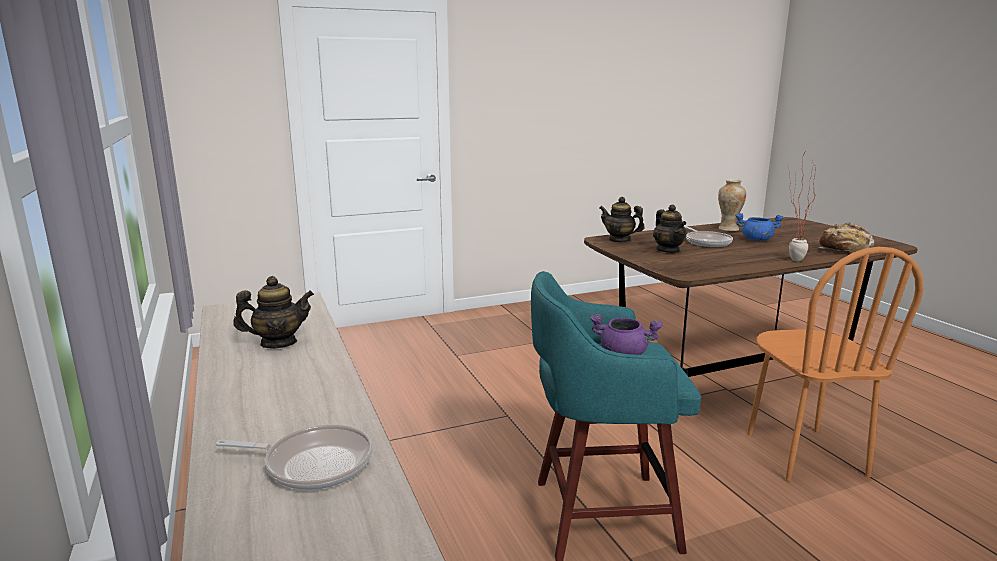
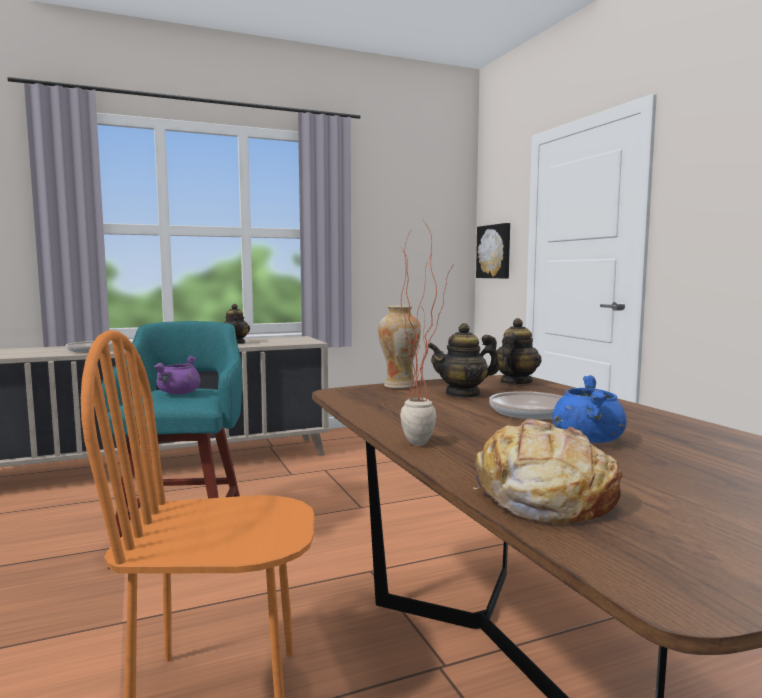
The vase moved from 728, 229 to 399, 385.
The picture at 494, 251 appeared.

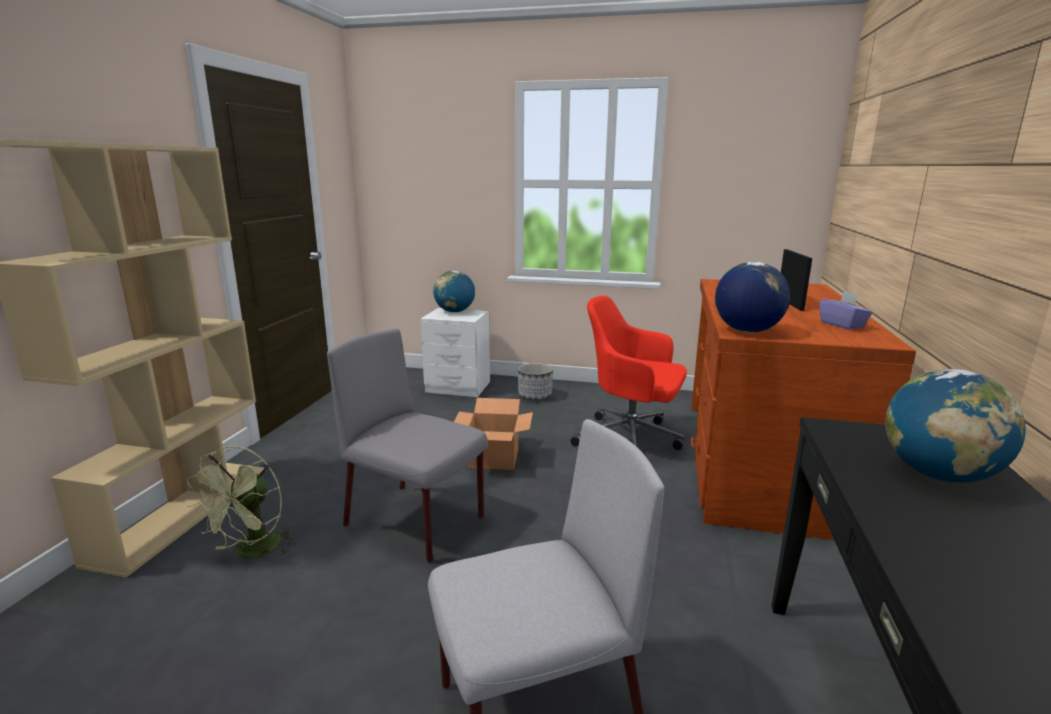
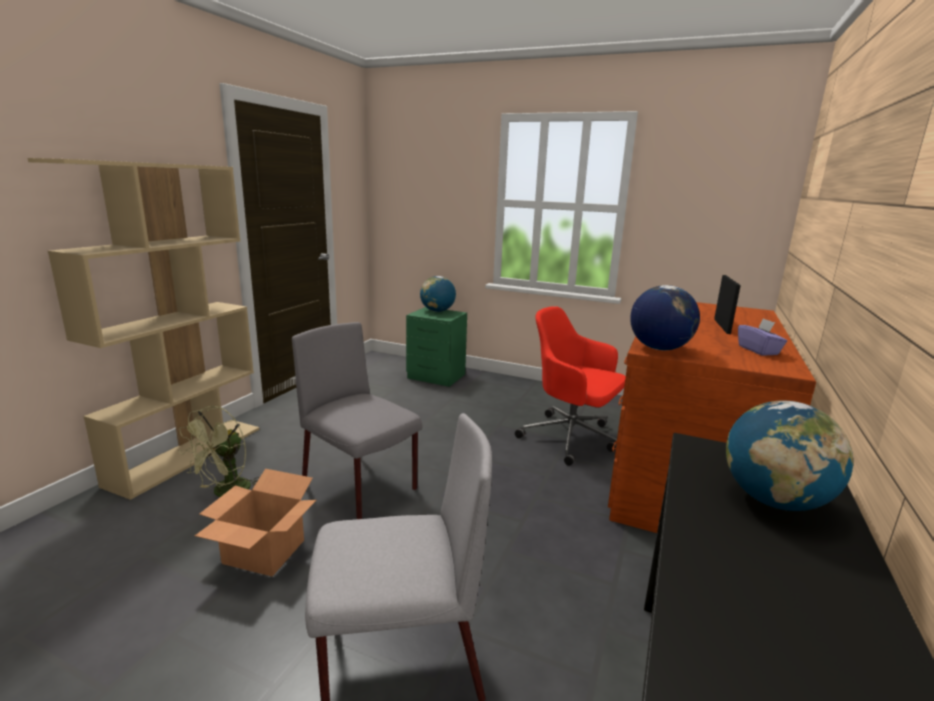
The nightstand/white at 459, 387 became the nightstand/green at 437, 377.
The planter at 535, 396 disappeared.
The cardboard box moved from 494, 458 to 265, 551.

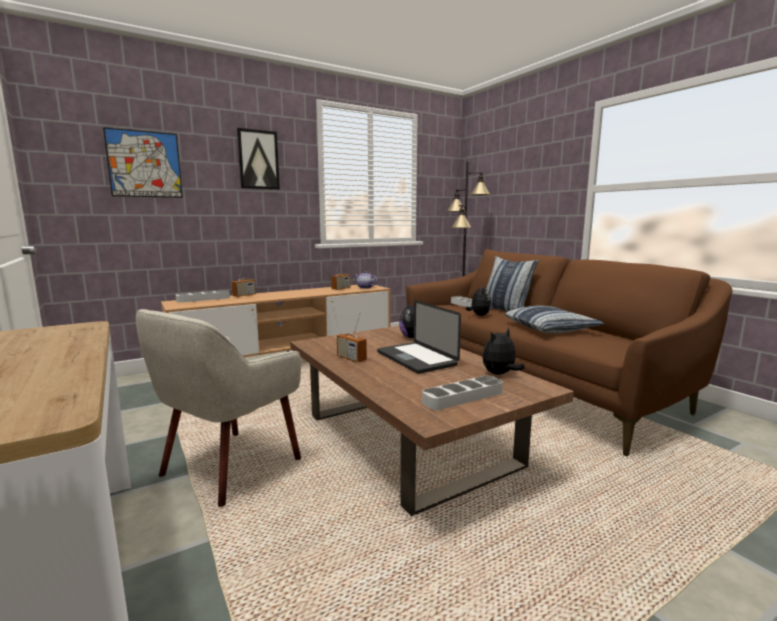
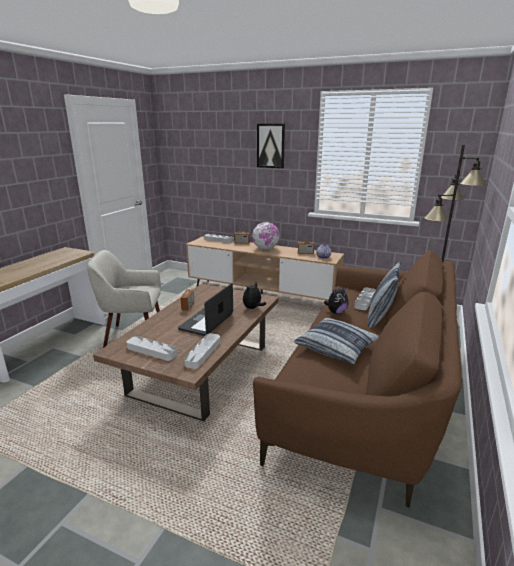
The picture at 144, 164 disappeared.
The plush toy at 500, 374 was replaced by the tray/grey at 203, 353.
The globe at 265, 249 appeared.

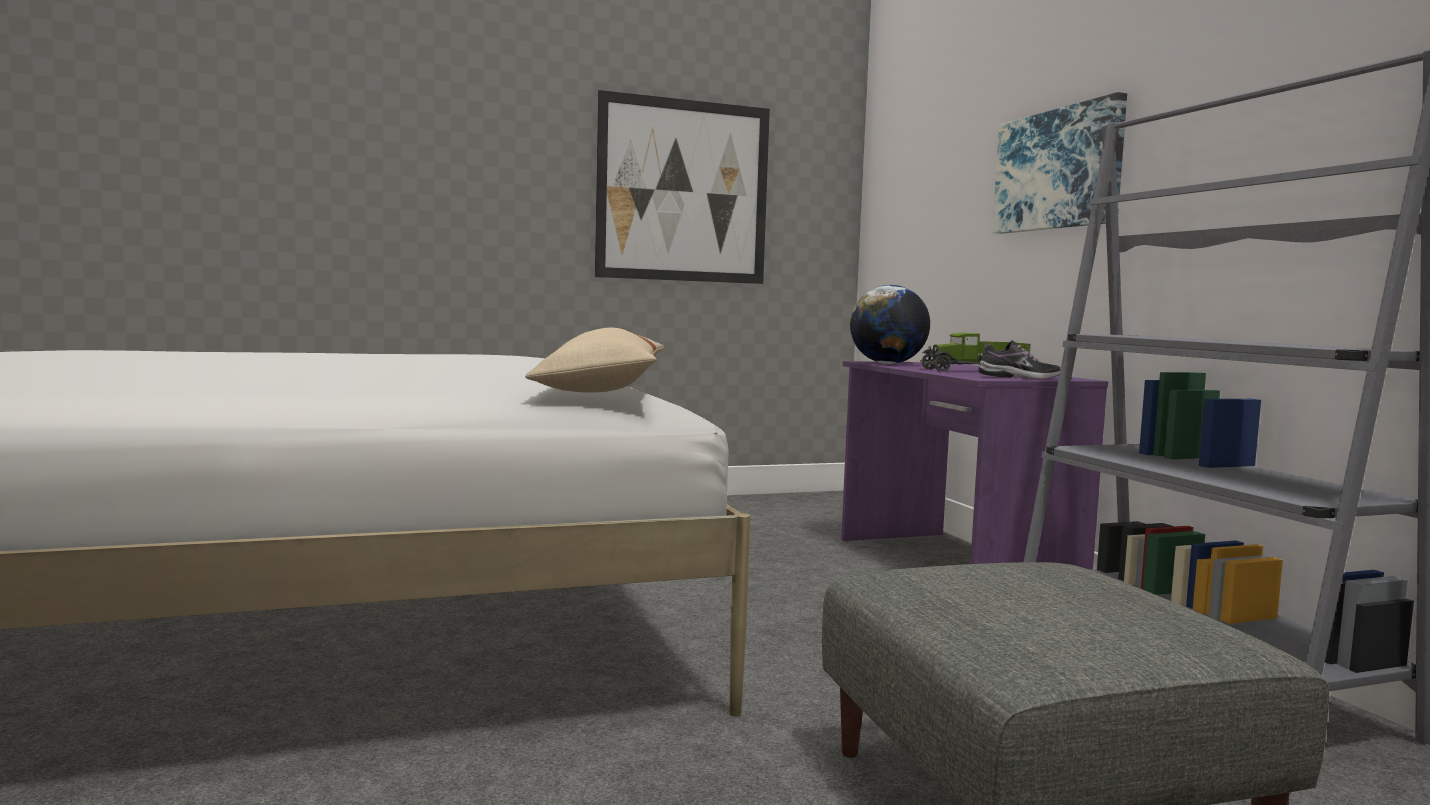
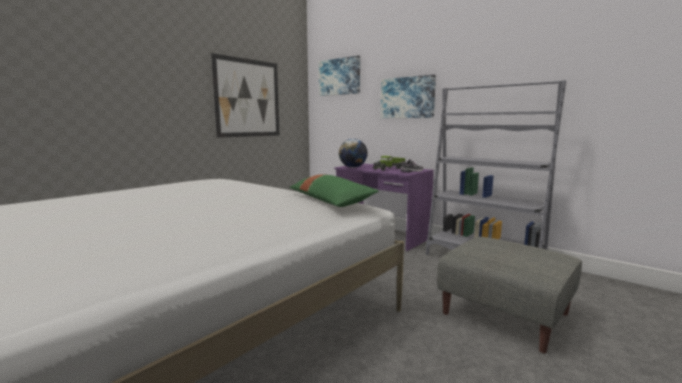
The pillow/beige at 603, 389 became the pillow/green at 330, 201.
The picture at 339, 77 appeared.

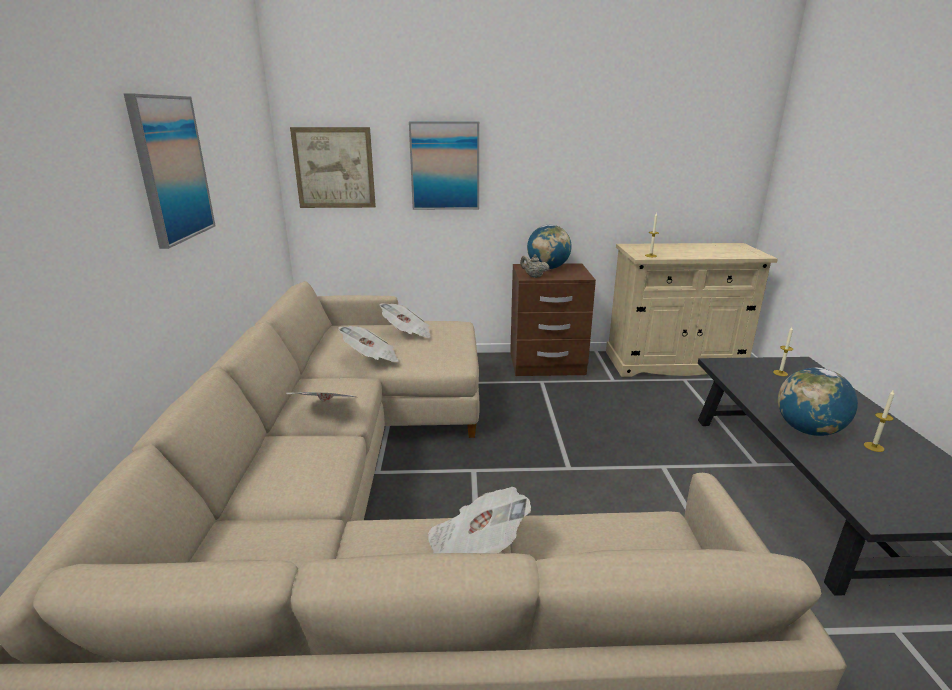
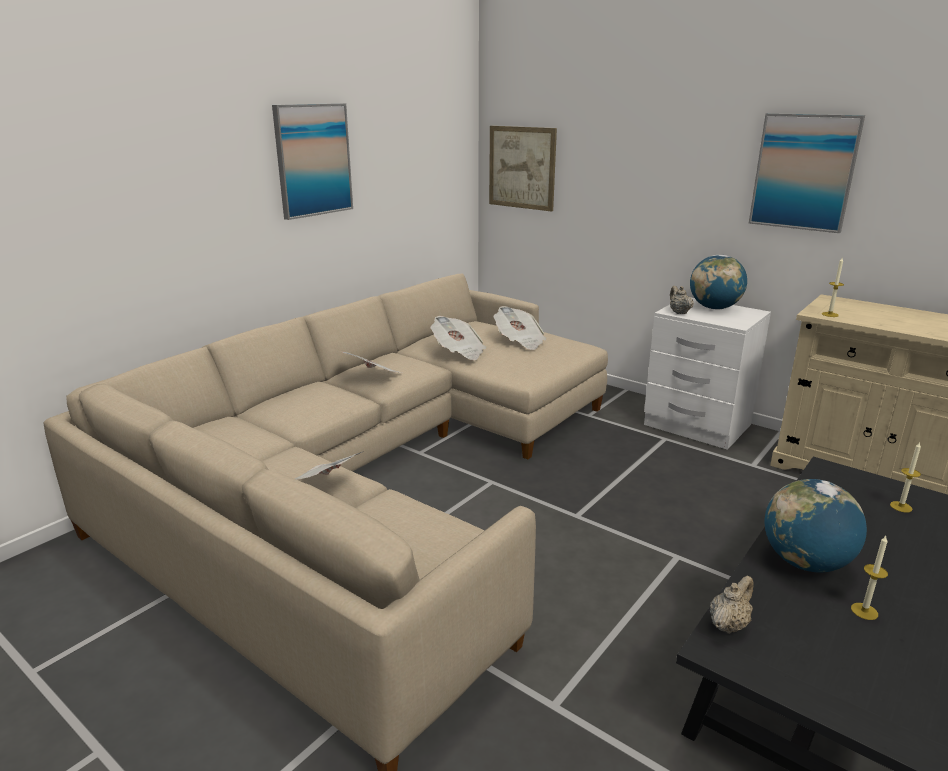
The picture moved from 445, 166 to 804, 172.
The nightstand/brown at 547, 364 became the nightstand/white at 696, 425.
The teapot/beige at 728, 624 appeared.

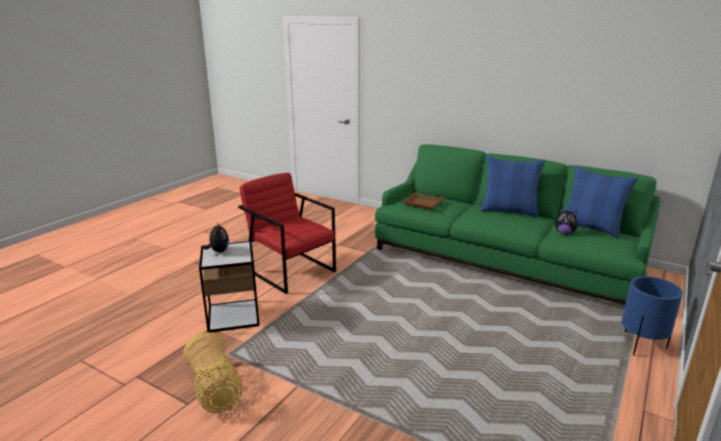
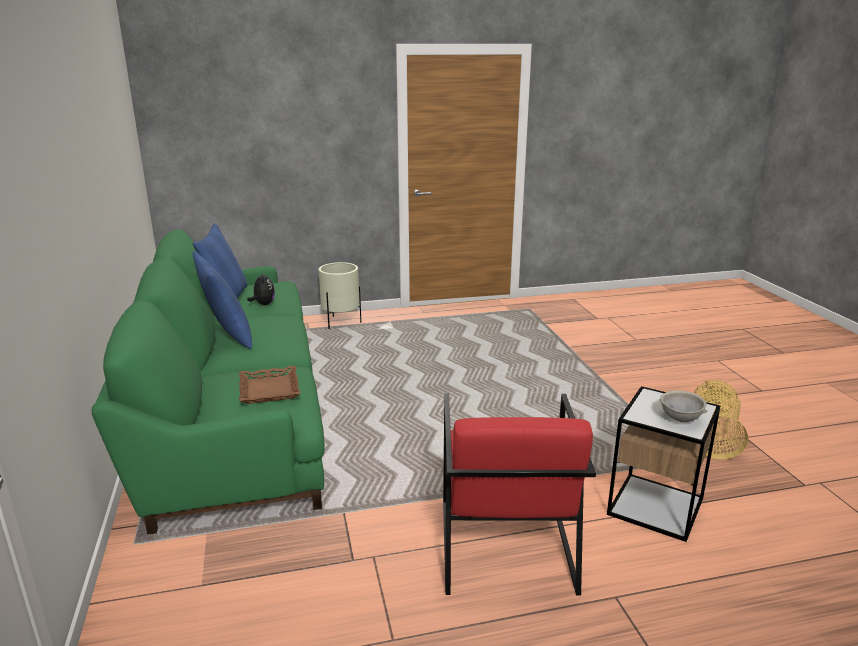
The plush toy at 218, 251 was replaced by the bowl/grey at 680, 419.
The planter/blue at 641, 345 became the planter/beige at 341, 322.

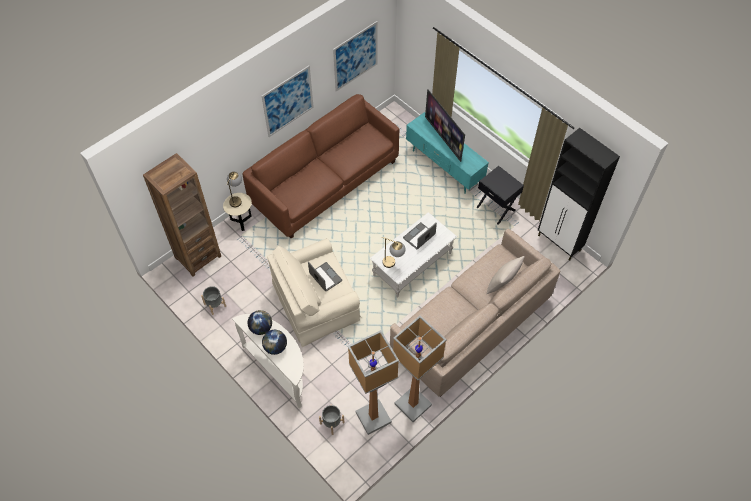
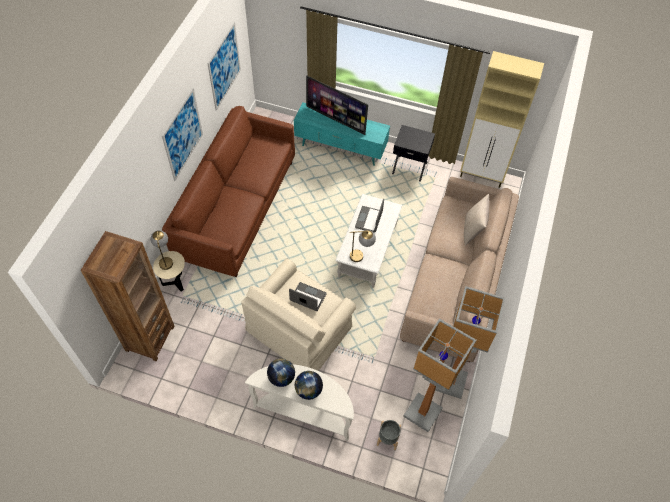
The cabinet/black at 559, 243 became the cabinet/beige at 482, 176.
The planter/grey at 215, 305 disappeared.

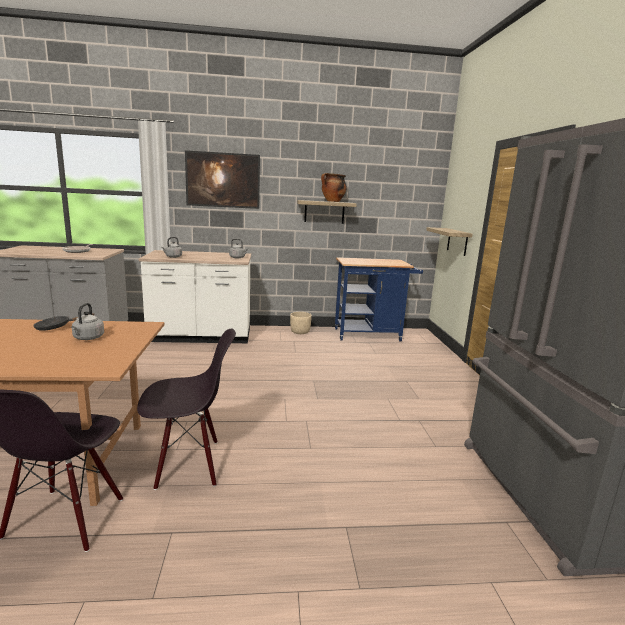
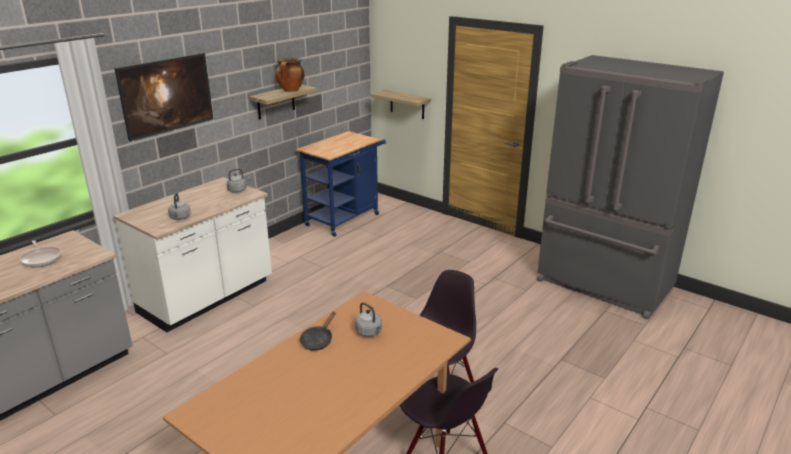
The planter/beige at 300, 332 disappeared.

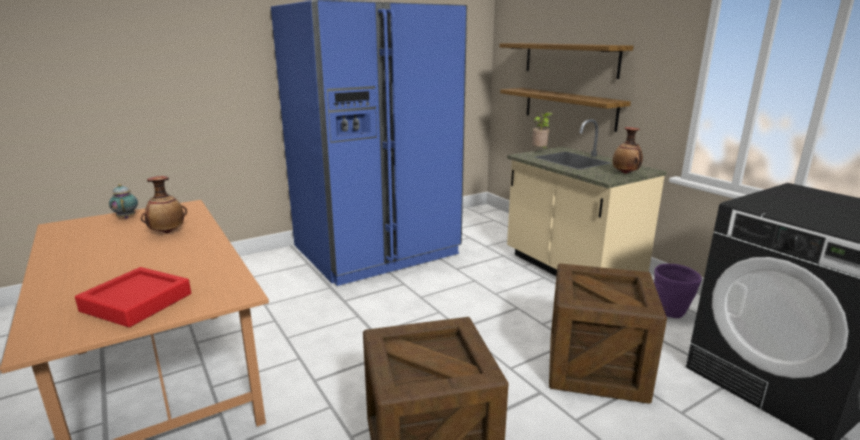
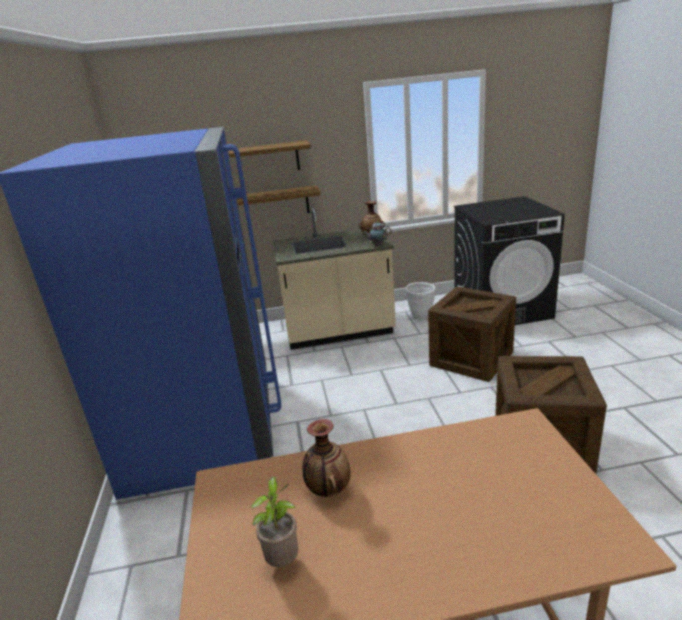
The potted plant moved from 540, 151 to 283, 560.
The teapot moved from 127, 217 to 377, 244.
The planter/purple at 670, 313 became the planter/white at 421, 316.
The tray/red at 137, 302 disappeared.

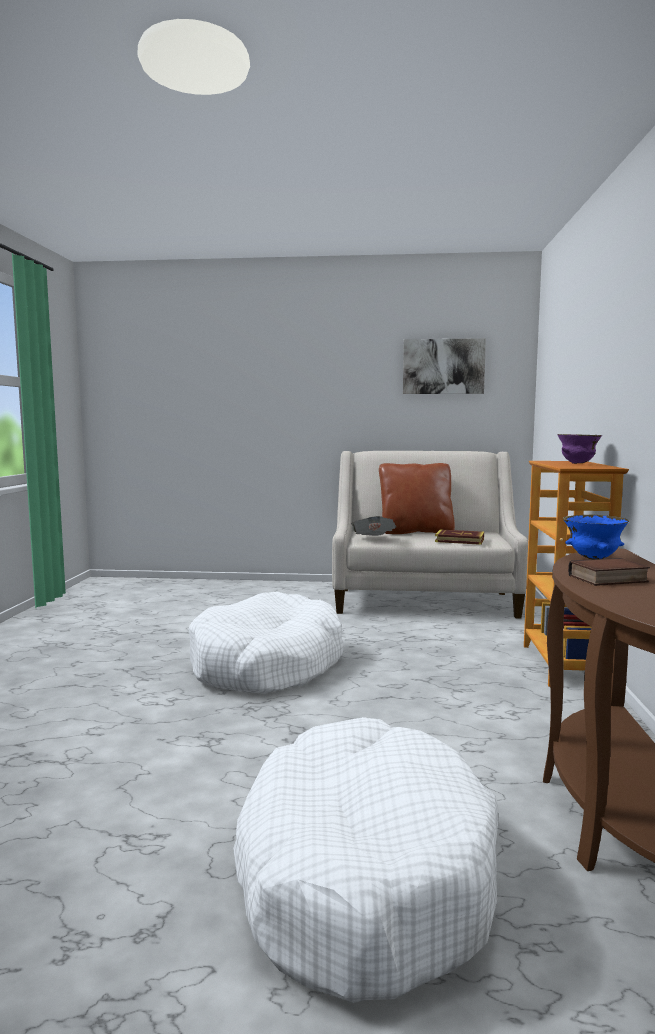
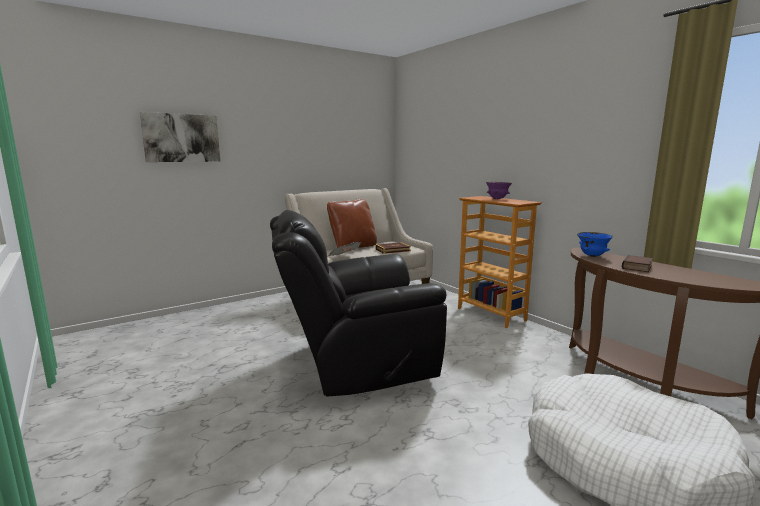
The picture moved from 443, 366 to 181, 138.
The dog bed/white at 266, 664 was replaced by the armchair/black at 354, 366.

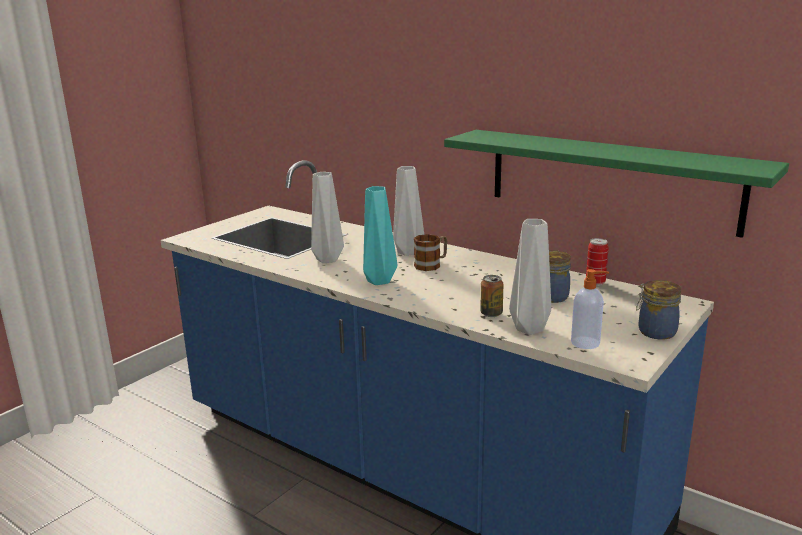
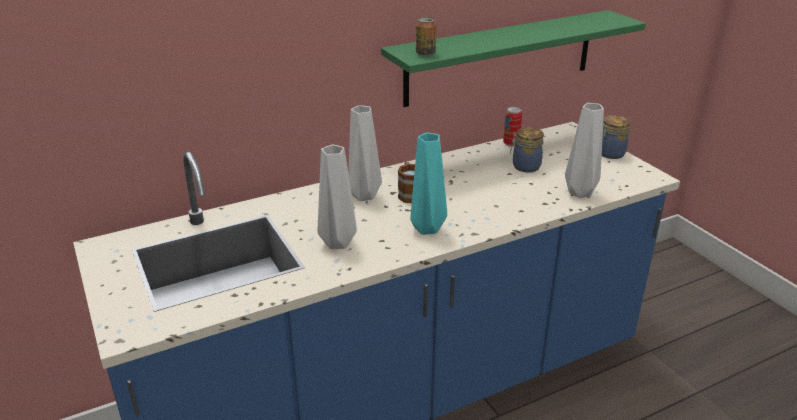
The soap dispenser at 586, 343 disappeared.
The can moved from 491, 313 to 425, 54.

